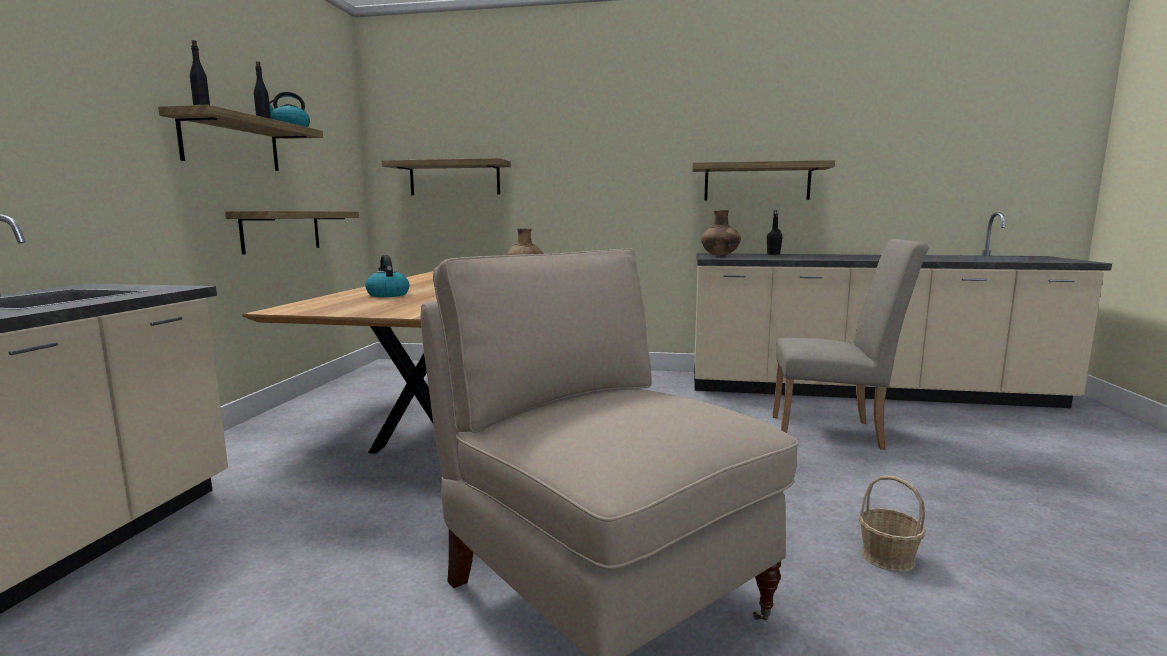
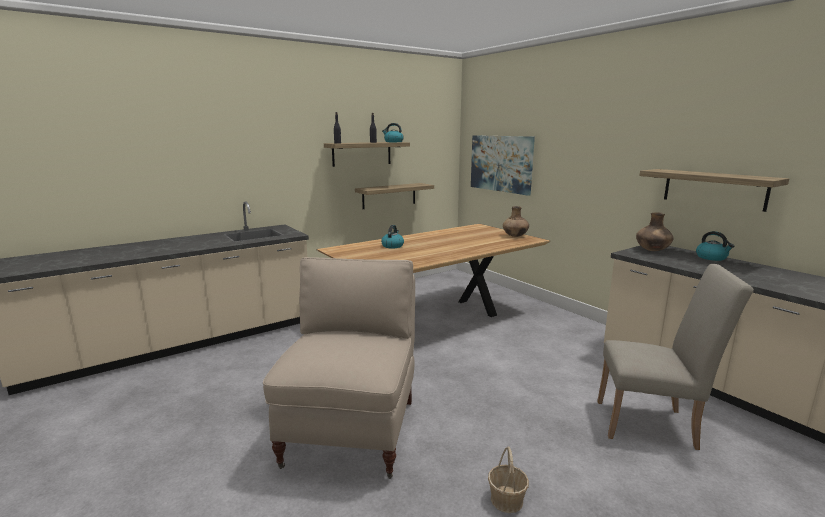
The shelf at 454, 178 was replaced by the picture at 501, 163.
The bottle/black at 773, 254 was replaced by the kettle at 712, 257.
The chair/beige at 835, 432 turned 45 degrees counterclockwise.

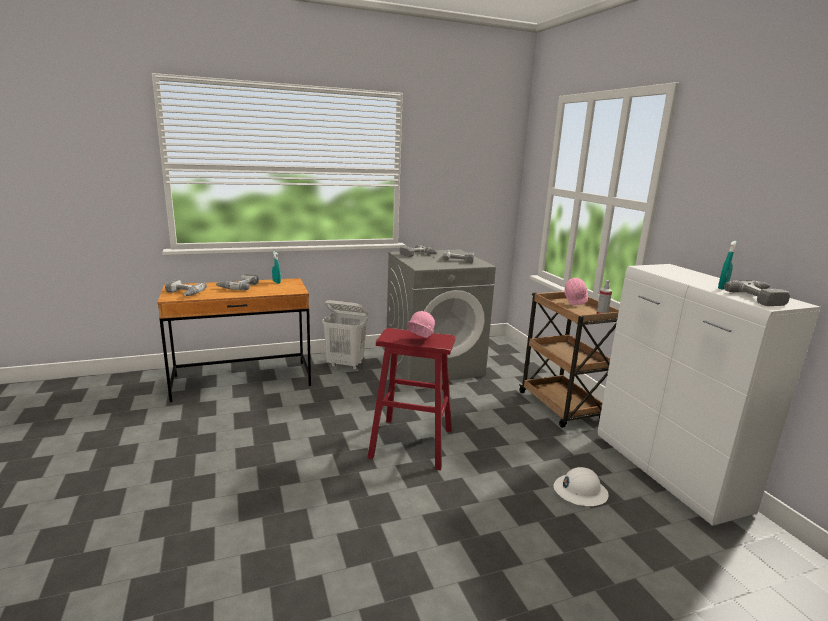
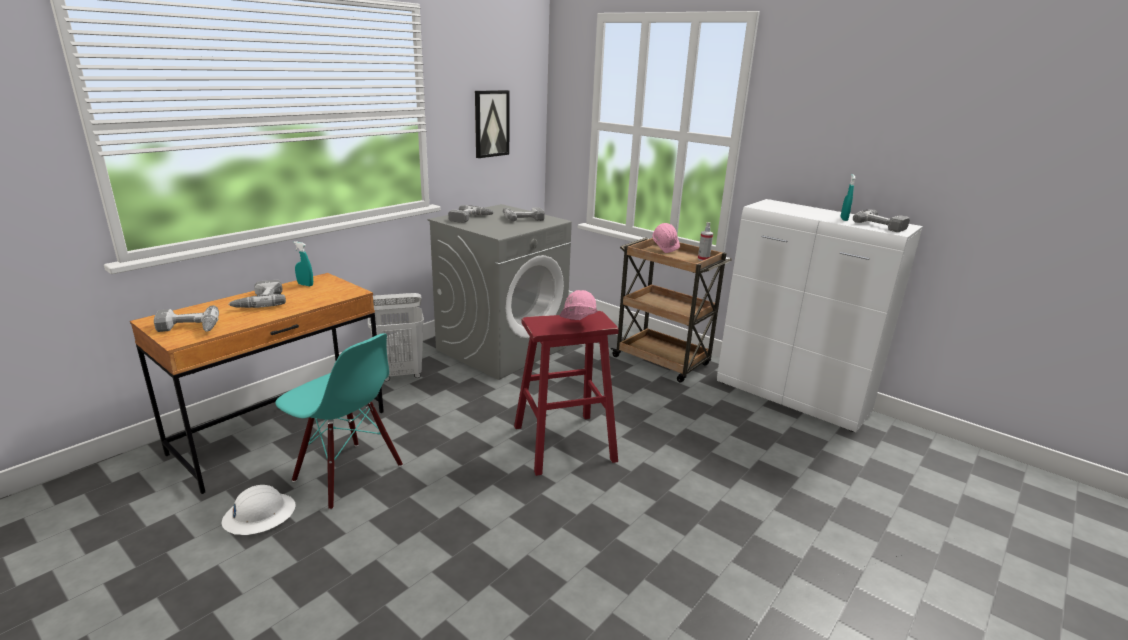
The hard hat/white moved from 580, 491 to 259, 515.
The picture at 491, 123 appeared.
The chair/turquoise at 347, 474 appeared.

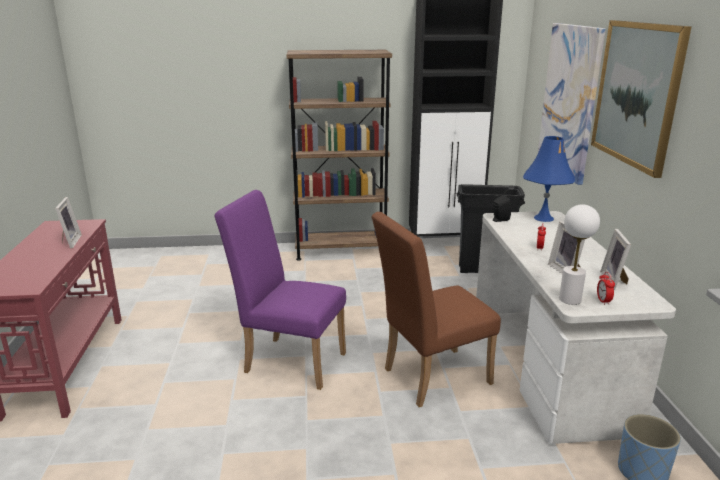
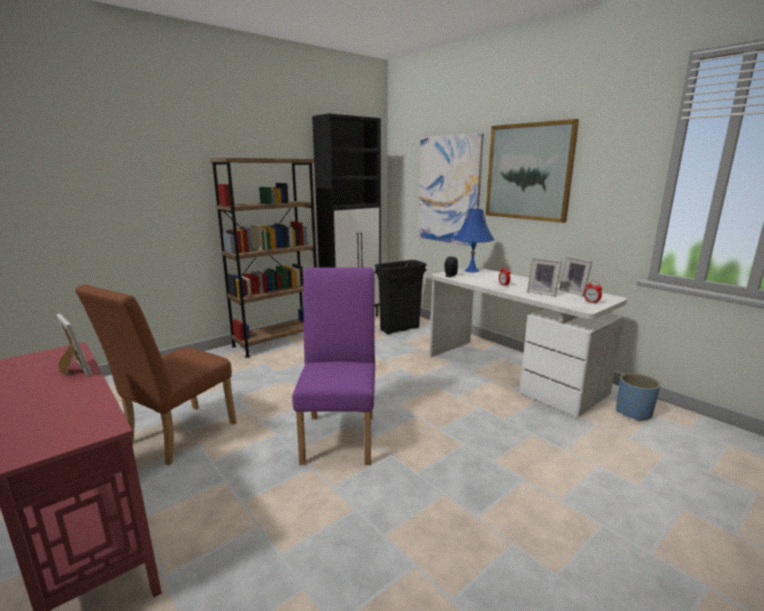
The chair/purple at 289, 360 turned 105 degrees clockwise.
The table lamp/white at 570, 299 disappeared.
The chair/brown moved from 429, 377 to 175, 437.

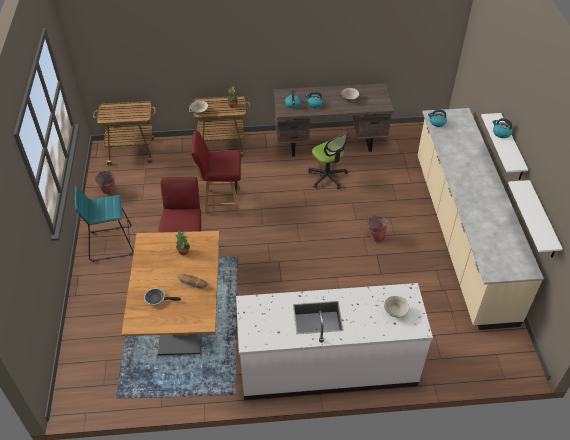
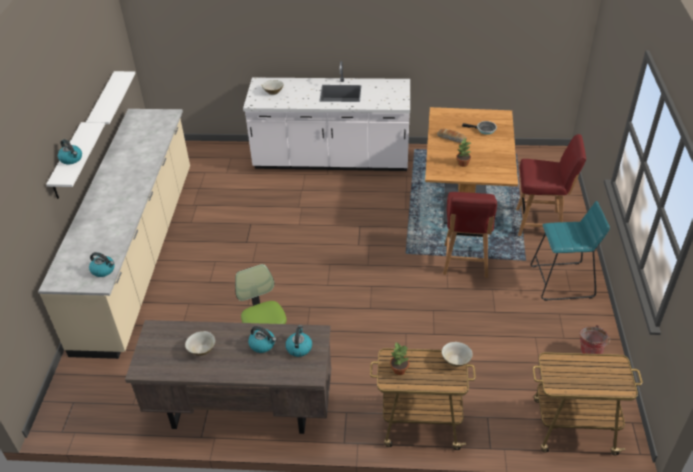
The chair/red moved from 221, 201 to 540, 223.
The bucket at 375, 236 disappeared.

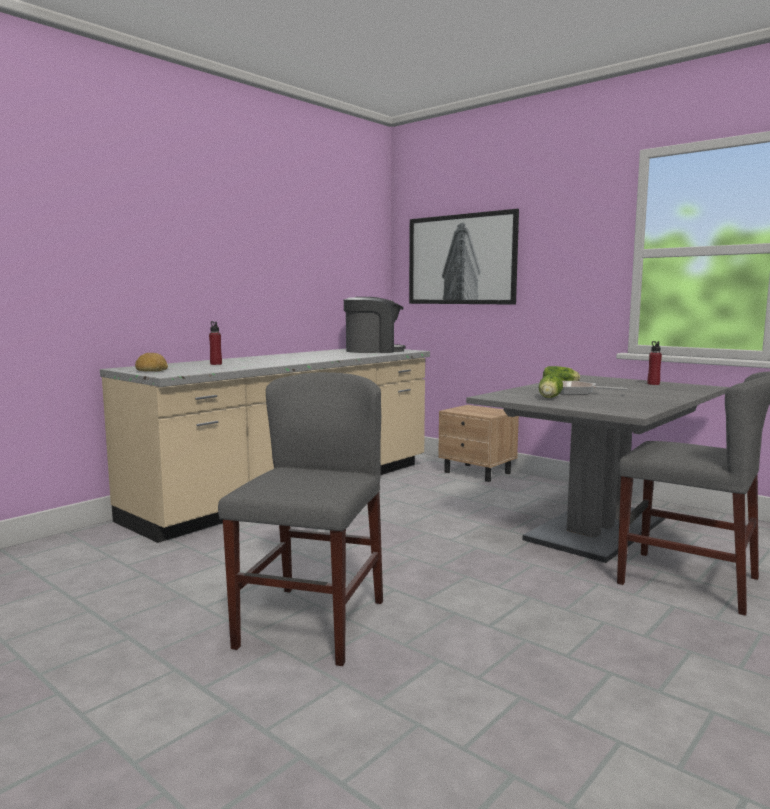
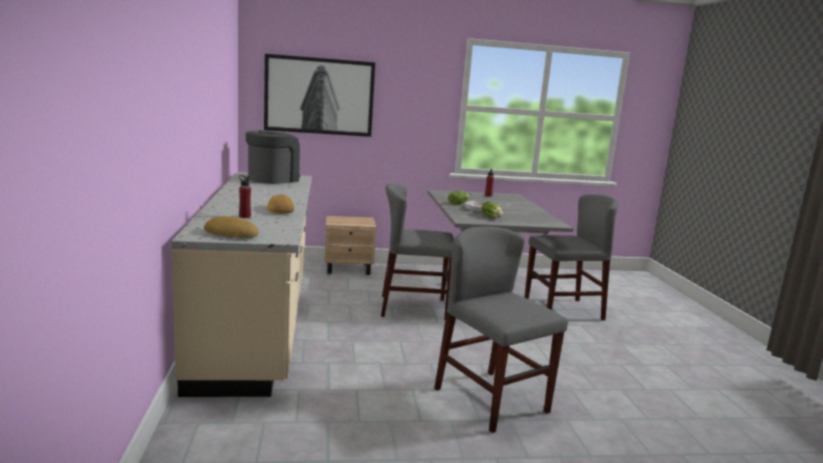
The chair/grey at 414, 307 appeared.
The bread at 280, 209 appeared.

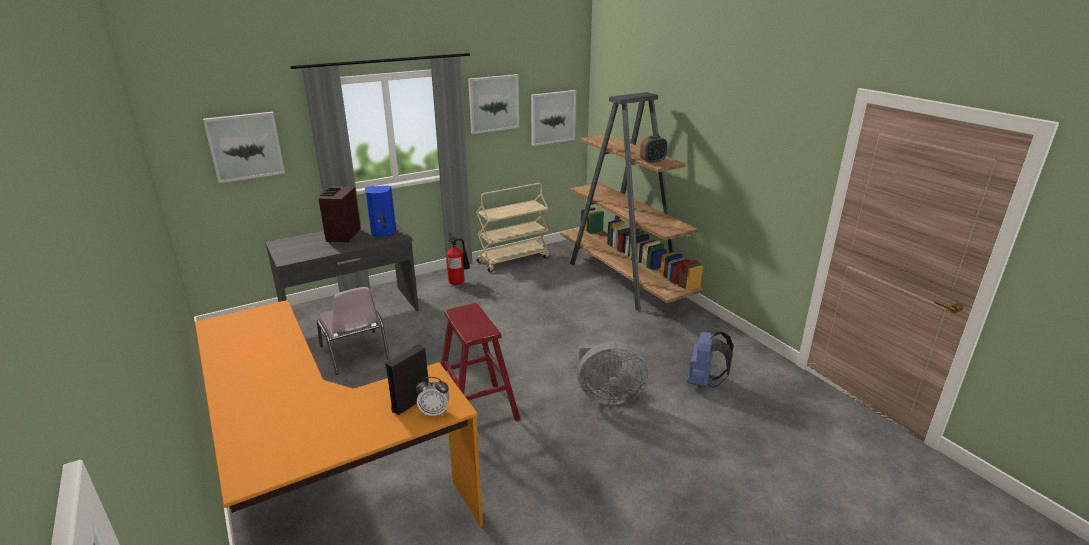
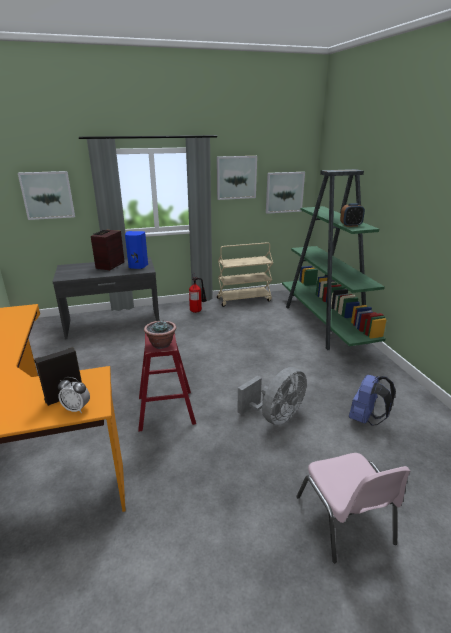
The bookcase/brown at 624, 280 became the bookcase/green at 324, 325.
The chair/pink moved from 355, 353 to 345, 520.
The fan/grey at 607, 396 turned 60 degrees counterclockwise.
The potted plant at 161, 344 appeared.

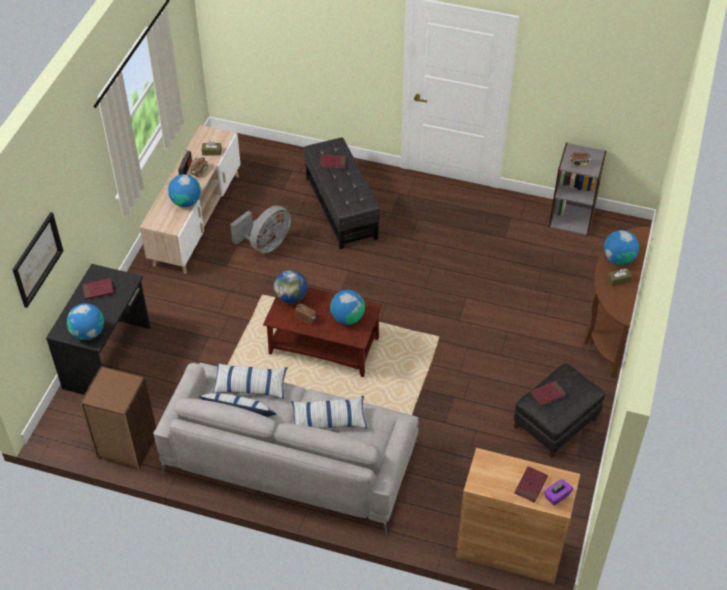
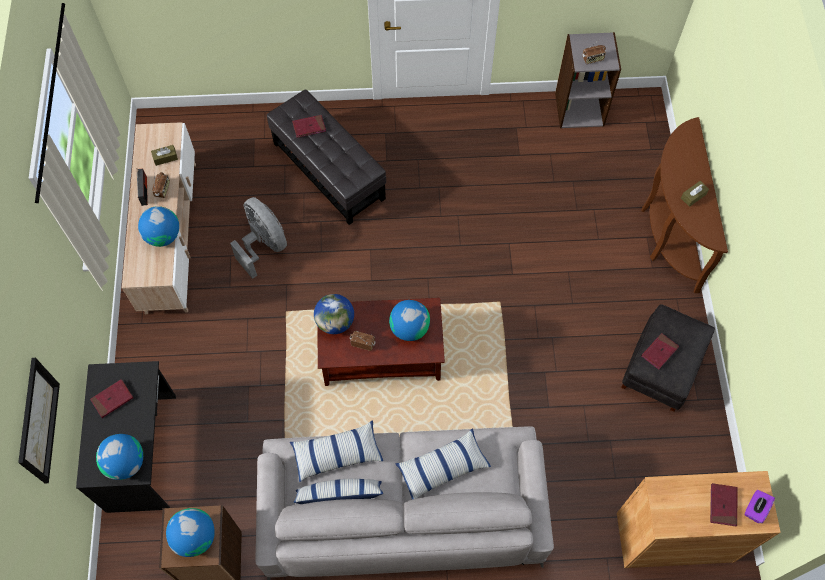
The fan/grey at 265, 245 turned 60 degrees counterclockwise.
The globe moved from 618, 259 to 195, 537.

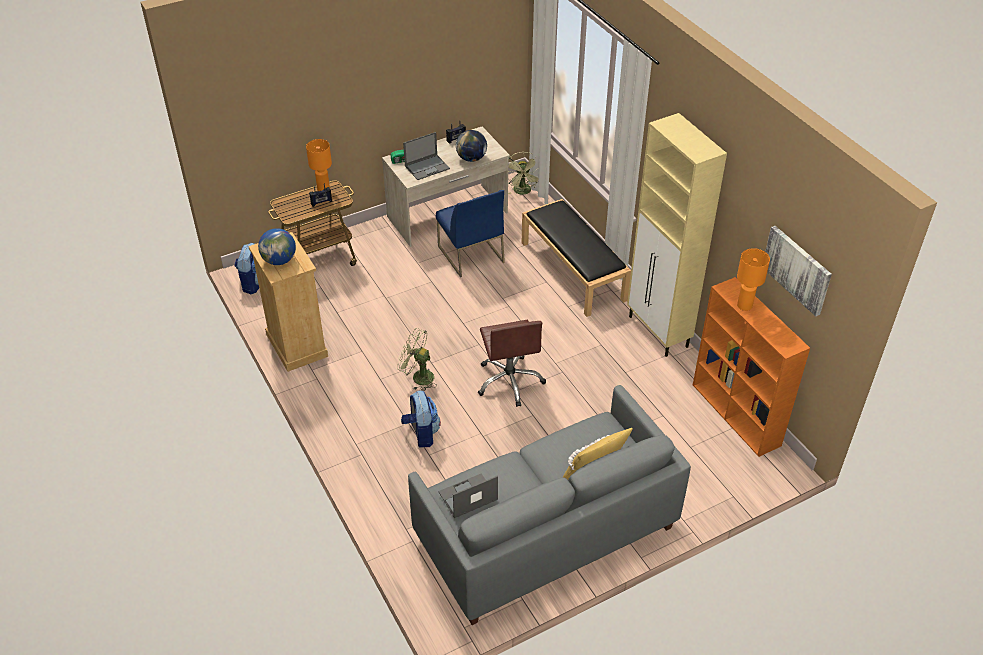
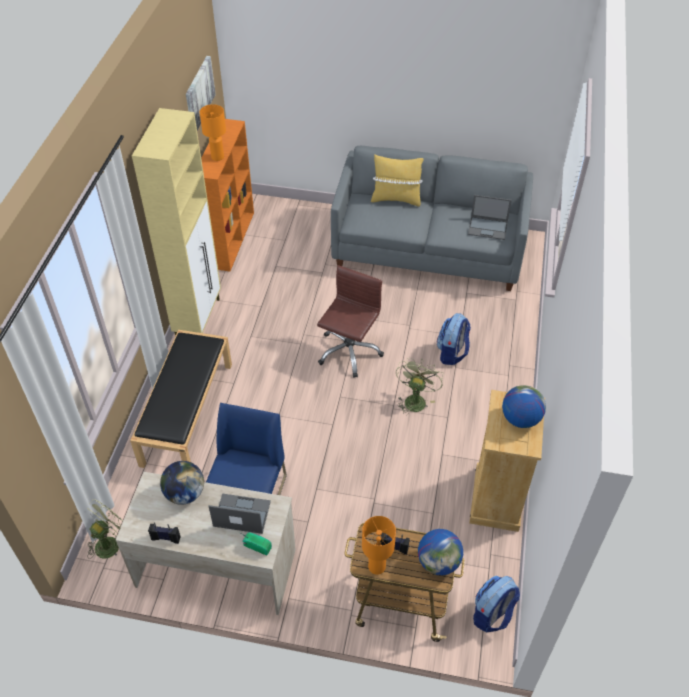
The fan/green at 418, 377 turned 135 degrees counterclockwise.
The globe at 438, 562 appeared.

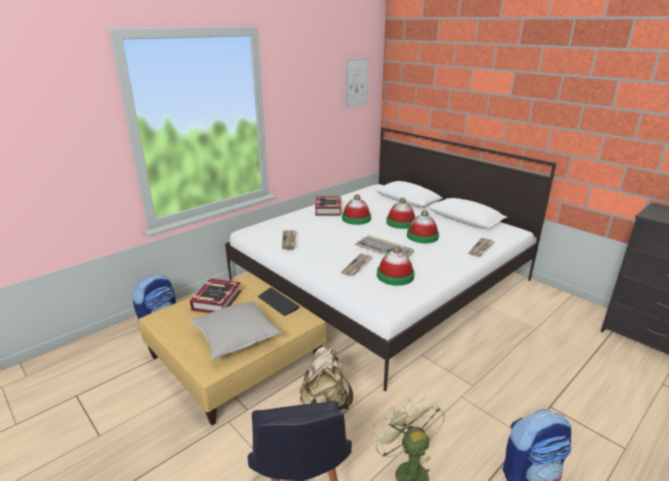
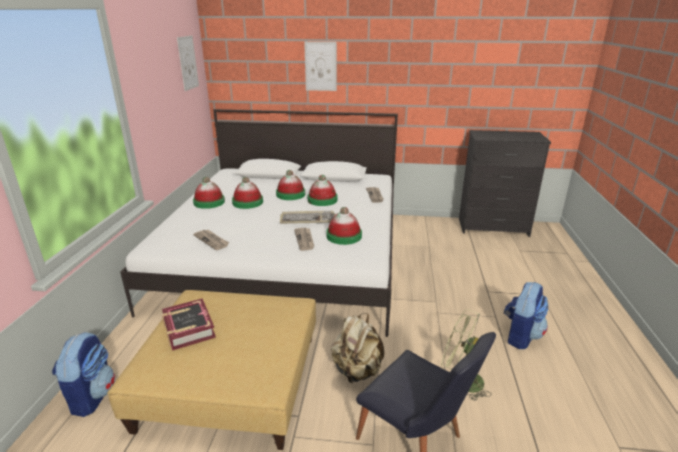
The book at 328, 209 was replaced by the hat at 209, 202.
The keyboard at 278, 302 disappeared.
The pillow/grey at 236, 338 disappeared.
The picture at 320, 66 appeared.

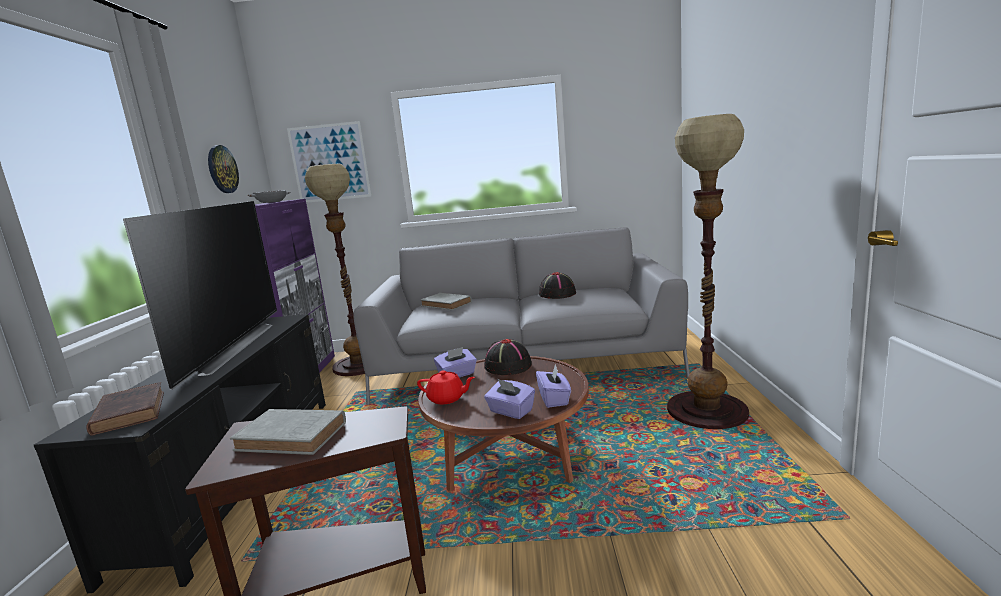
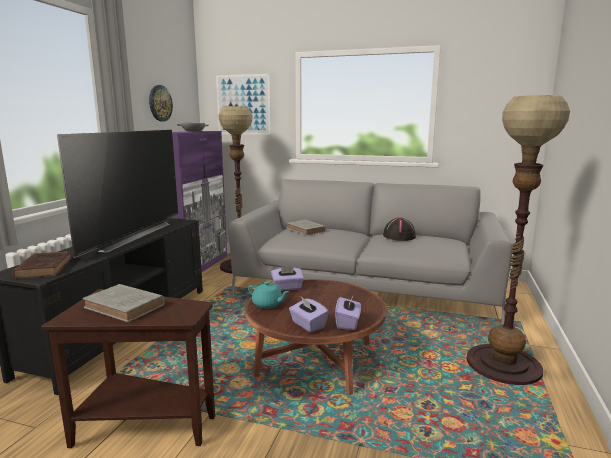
The hat/black at 507, 366 disappeared.
The teapot/red at 447, 399 became the teapot/turquoise at 268, 304.

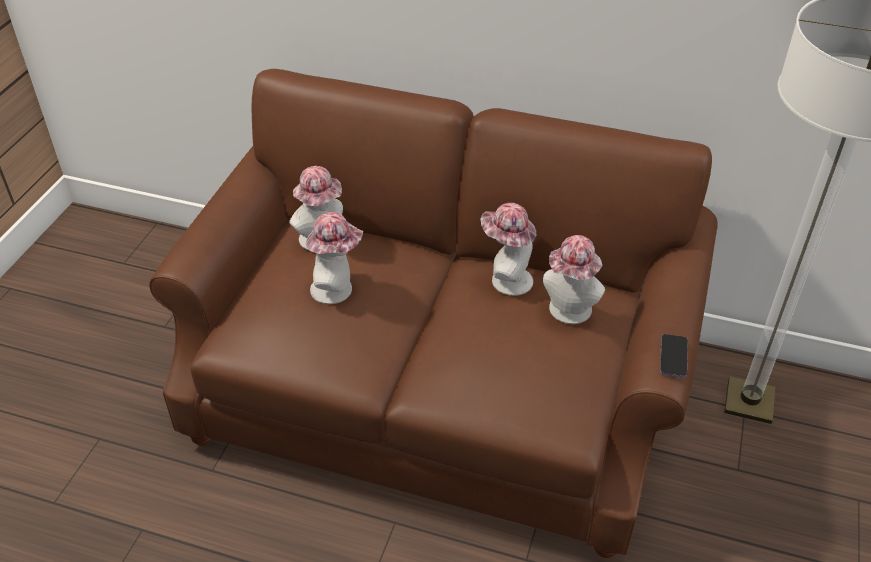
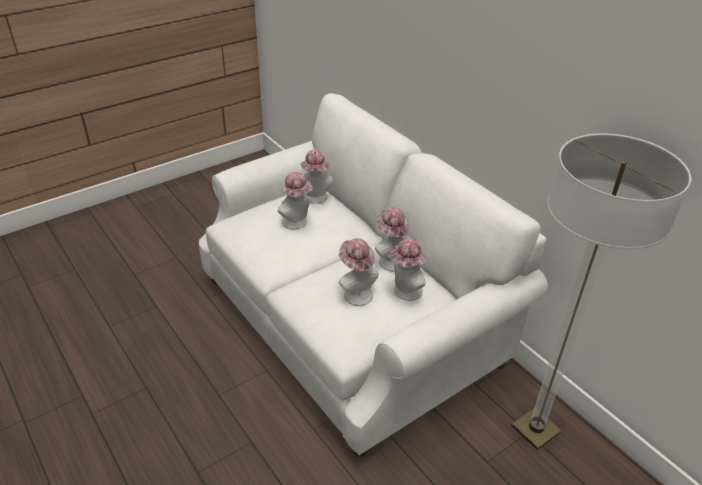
The sofa/brown at 438, 391 became the sofa/white at 350, 321.
The phone at 673, 357 disappeared.
The hat at 355, 293 appeared.

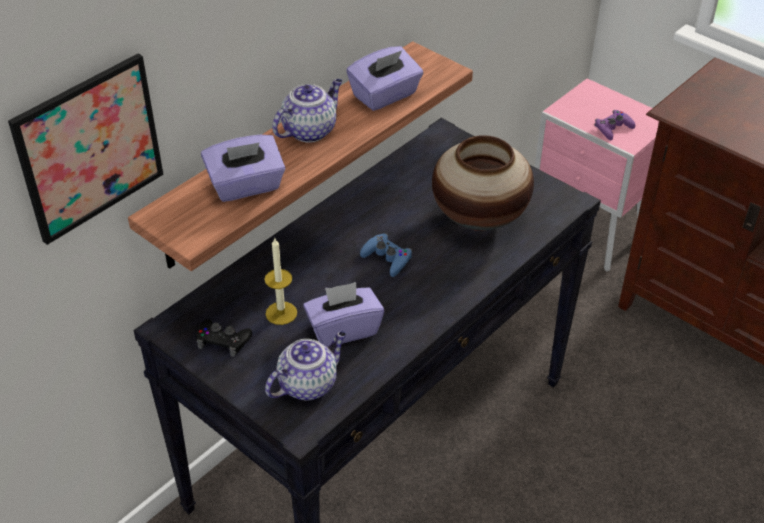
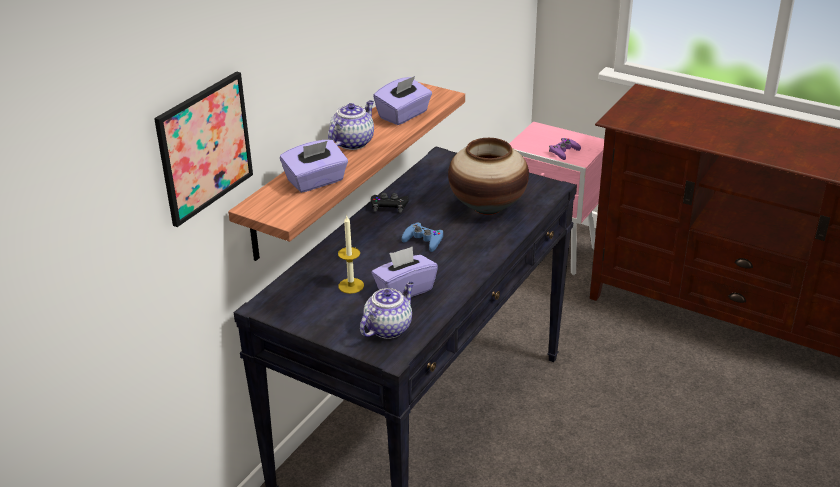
The game controller/black moved from 223, 341 to 389, 206.

